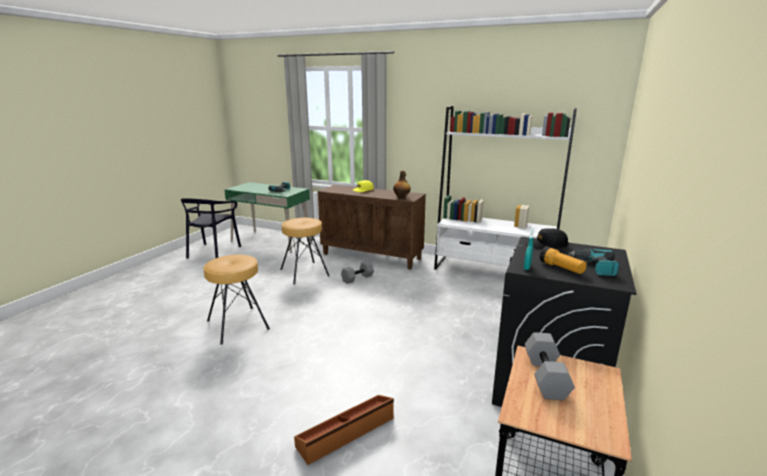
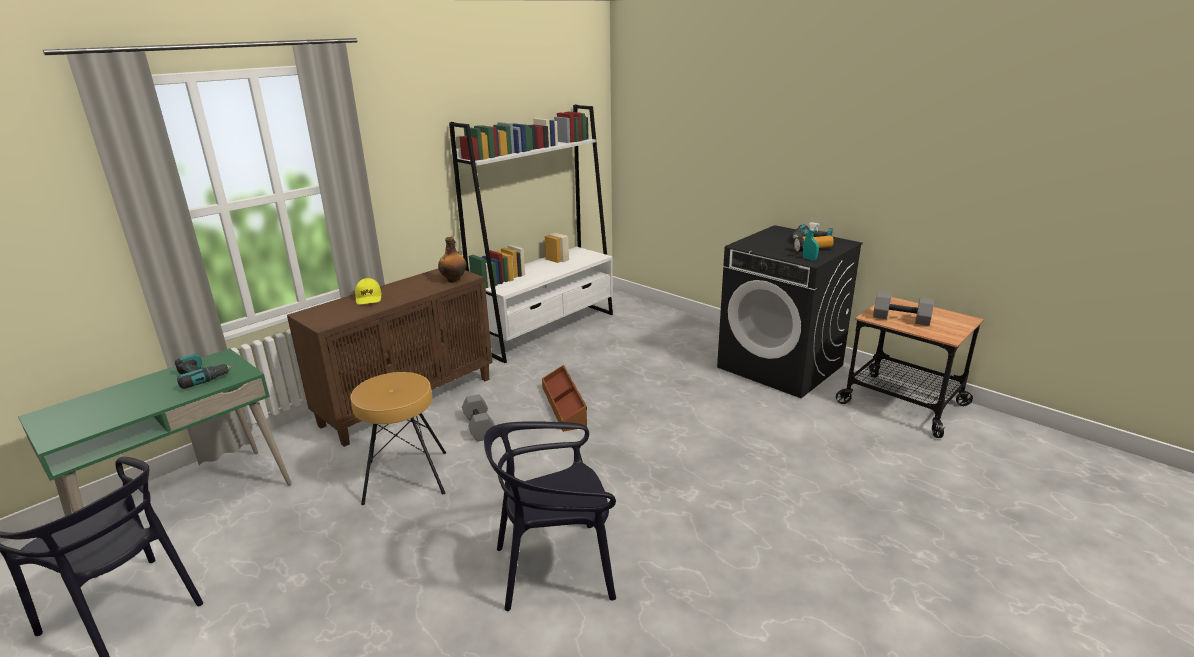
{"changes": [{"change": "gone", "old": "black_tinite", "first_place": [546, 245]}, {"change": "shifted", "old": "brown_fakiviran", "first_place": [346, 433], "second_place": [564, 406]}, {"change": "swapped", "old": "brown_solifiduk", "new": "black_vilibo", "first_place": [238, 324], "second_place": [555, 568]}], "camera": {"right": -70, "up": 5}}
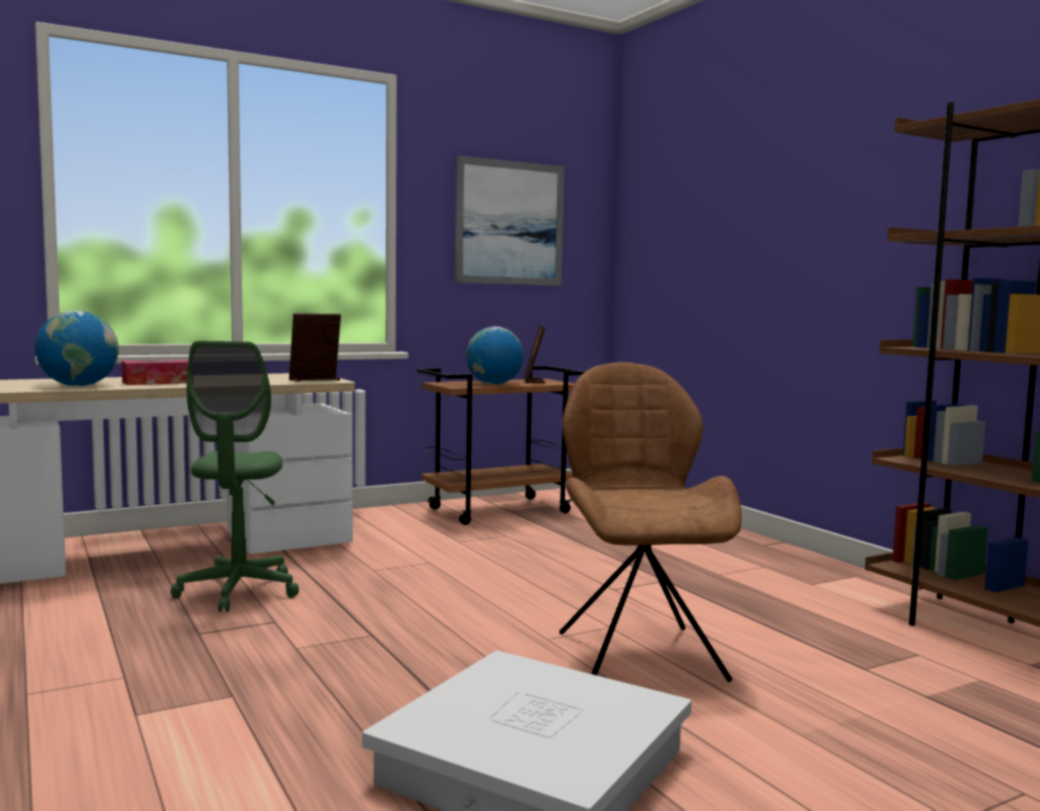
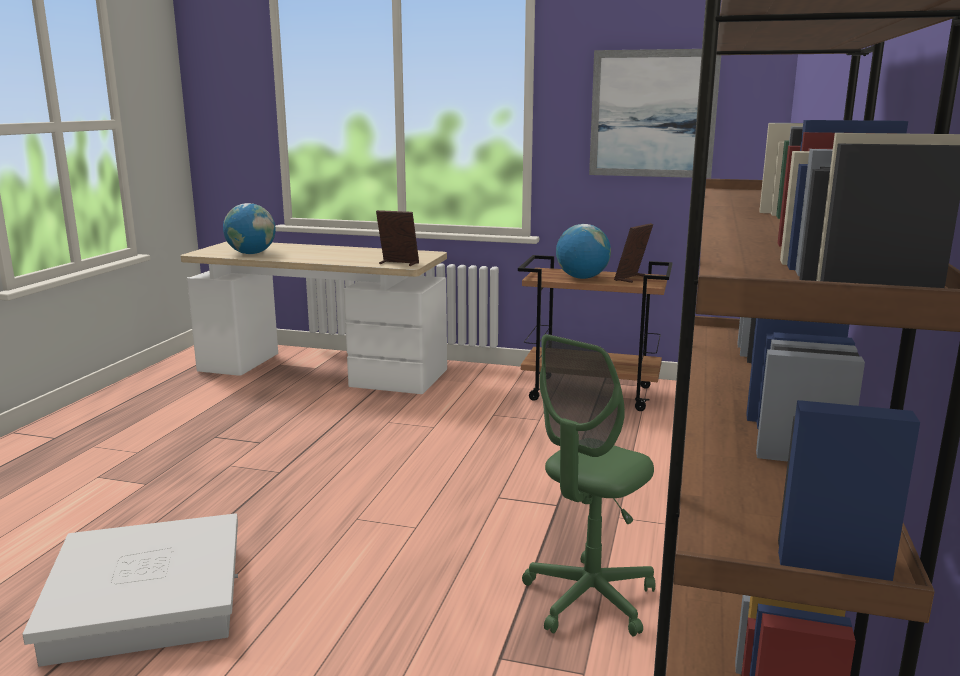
{"changes": [{"change": "gone", "old": "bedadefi", "first_place": [157, 382]}, {"change": "gone", "old": "brown_vilibo", "first_place": [638, 653]}, {"change": "shifted", "old": "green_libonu", "first_place": [238, 591], "second_place": [589, 599]}], "camera": {"right": 45, "up": 10}}
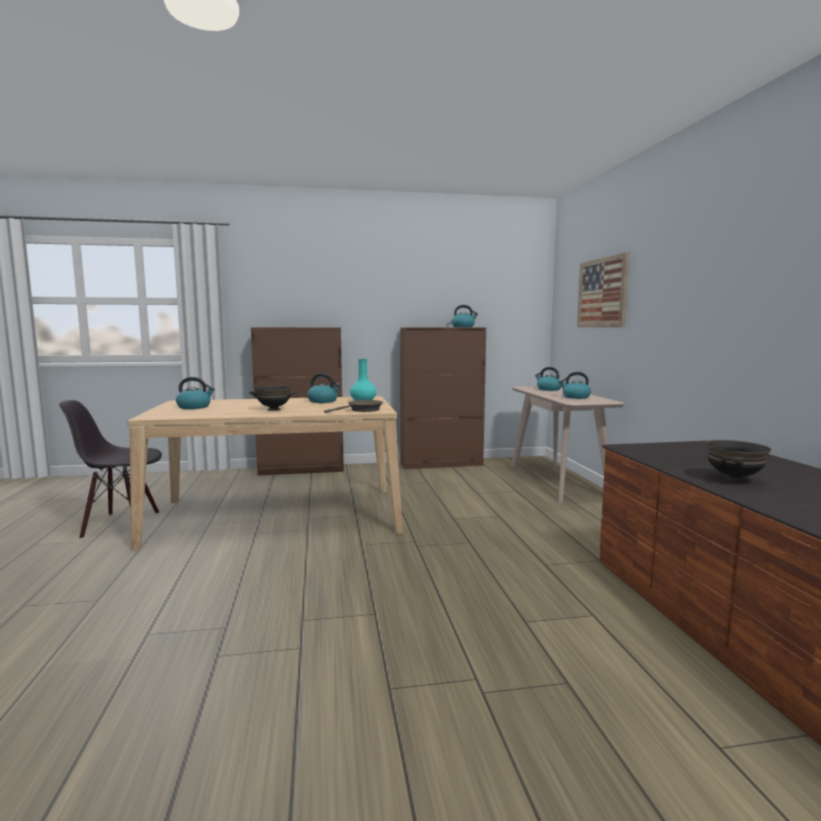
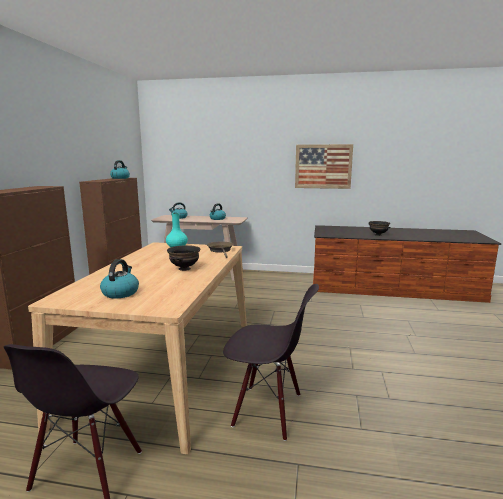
{"changes": [{"change": "gone", "old": "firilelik", "first_place": [323, 401]}, {"change": "new", "new": "black_vilibo", "second_place": [267, 410]}, {"change": "shifted", "old": "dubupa", "first_place": [602, 292], "second_place": [323, 166]}], "camera": {"right": -70, "up": 5}}
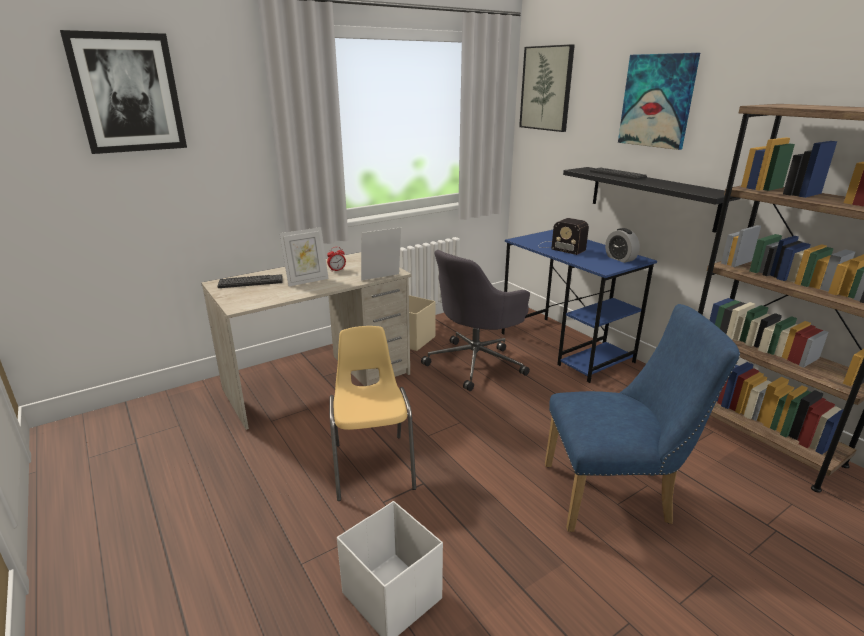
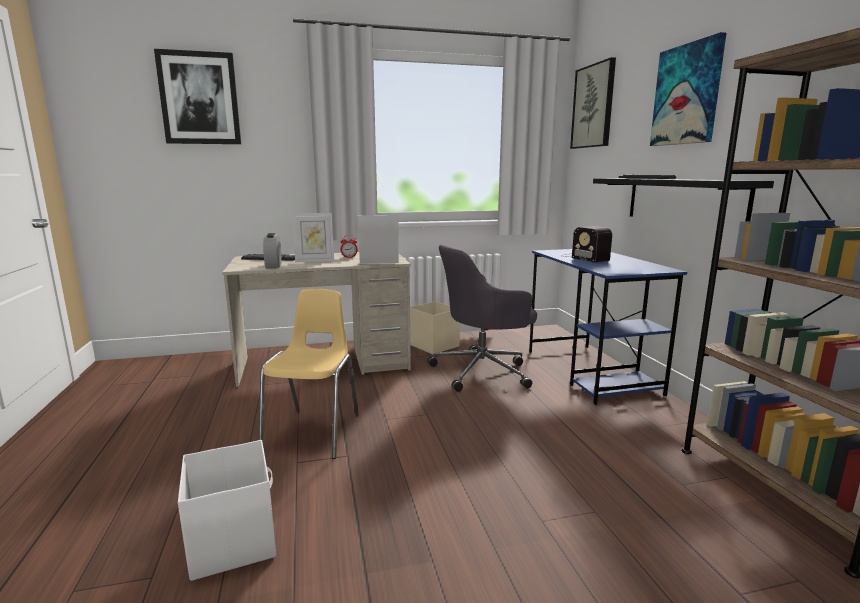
{"changes": [{"change": "gone", "old": "blue_vilibo", "first_place": [615, 495]}, {"change": "shifted", "old": "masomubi", "first_place": [620, 258], "second_place": [273, 265]}], "camera": {"right": 20, "up": -10}}
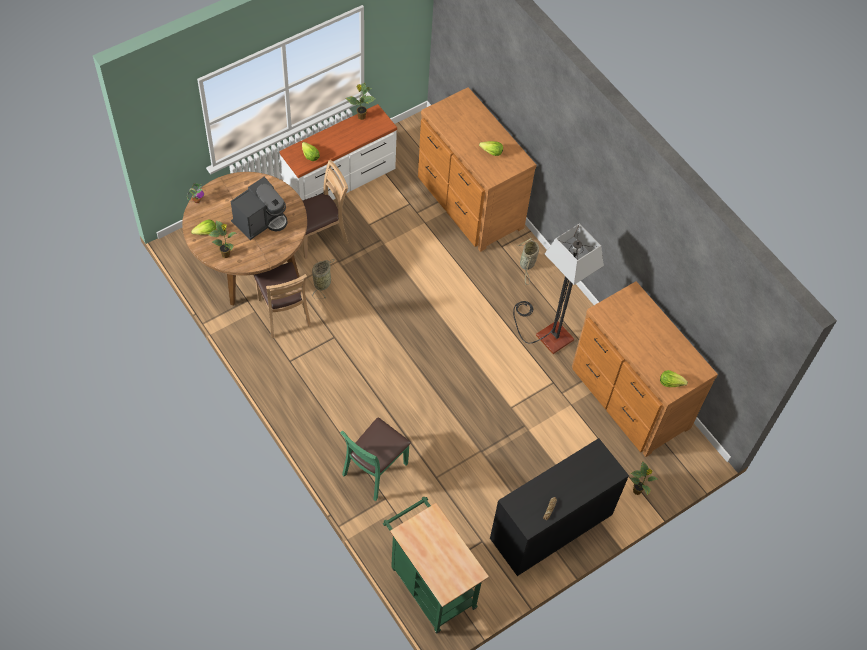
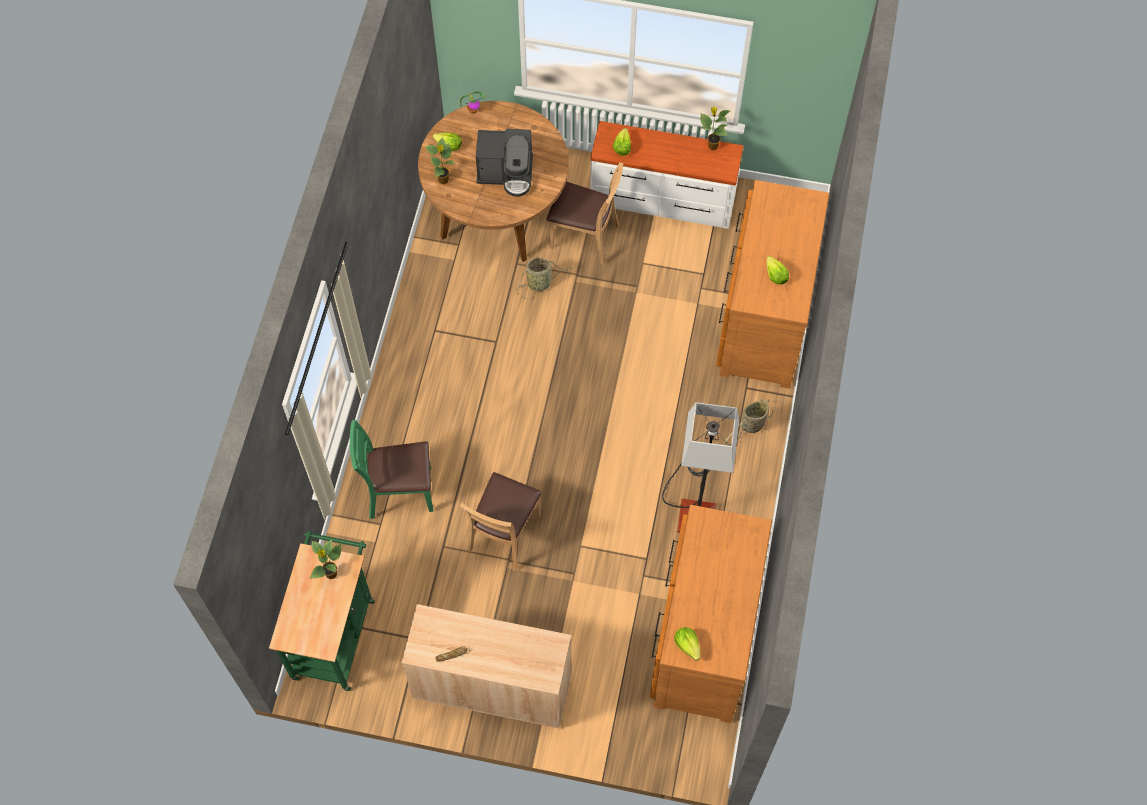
{"changes": [{"change": "shifted", "old": "brown_vilibo", "first_place": [283, 313], "second_place": [504, 534]}, {"change": "shifted", "old": "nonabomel", "first_place": [637, 491], "second_place": [331, 574]}, {"change": "repainted", "old": "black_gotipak", "new": "beige_gotipak", "first_place": [551, 527], "second_place": [492, 685]}], "camera": {"right": 50, "up": 5}}
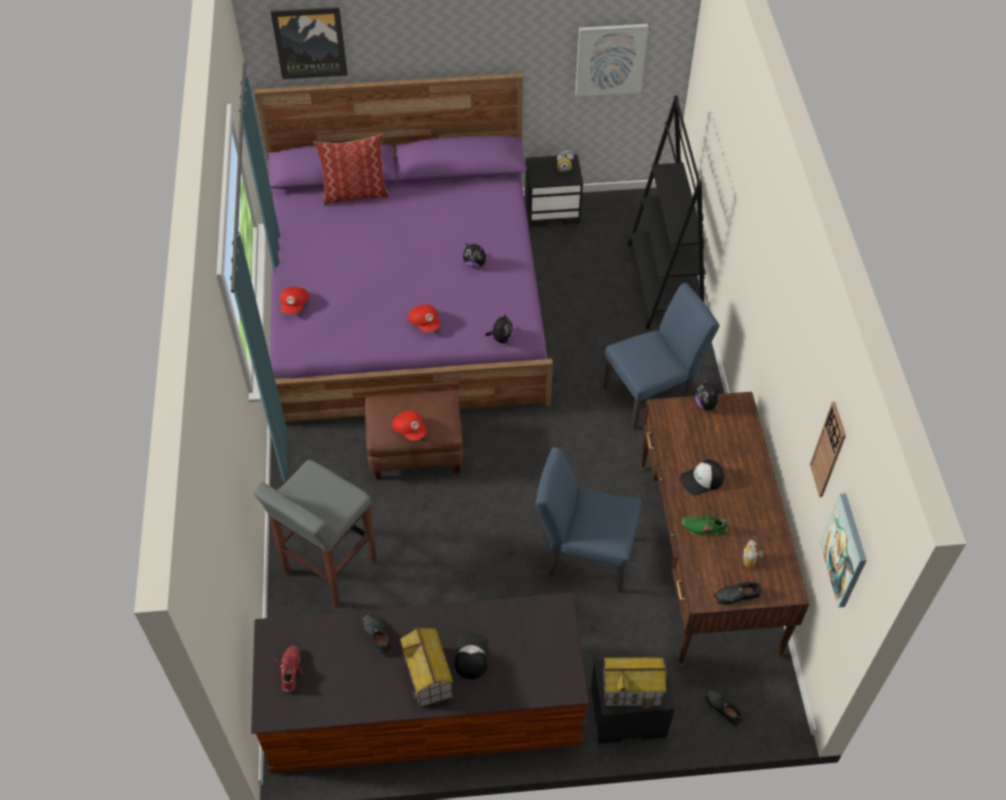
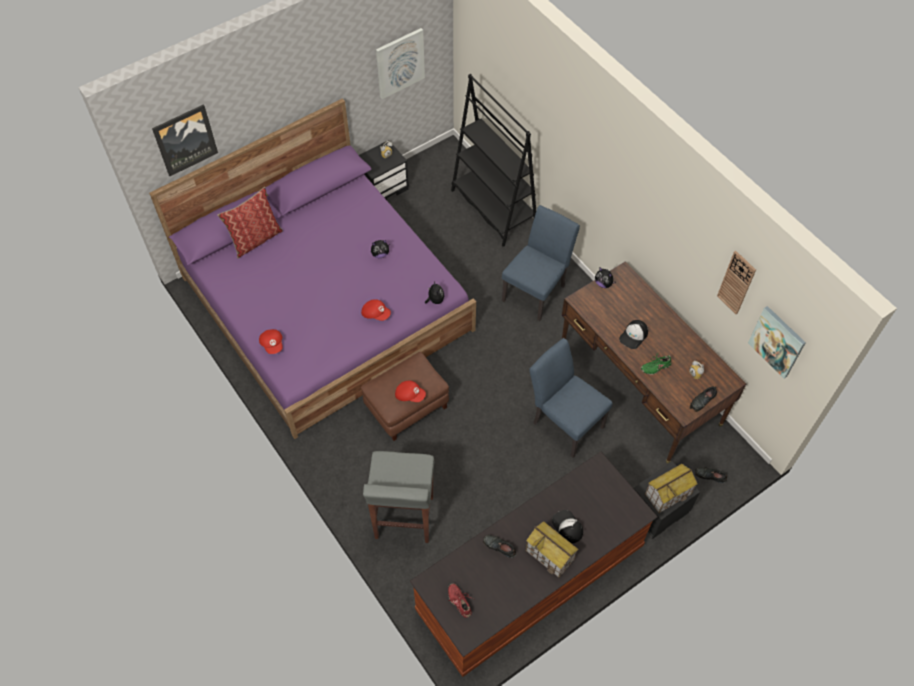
{"changes": [{"change": "rotated", "old": "blue_vilibo", "first_place": [584, 554], "second_place": [564, 421], "degrees": 60}], "camera": {"right": -30, "up": 5}}
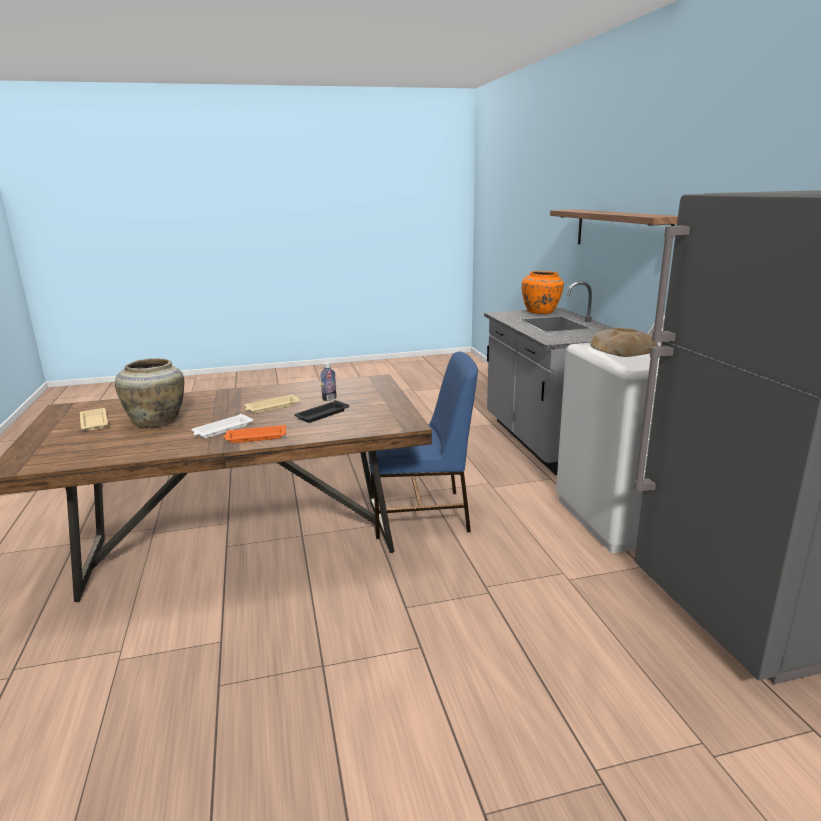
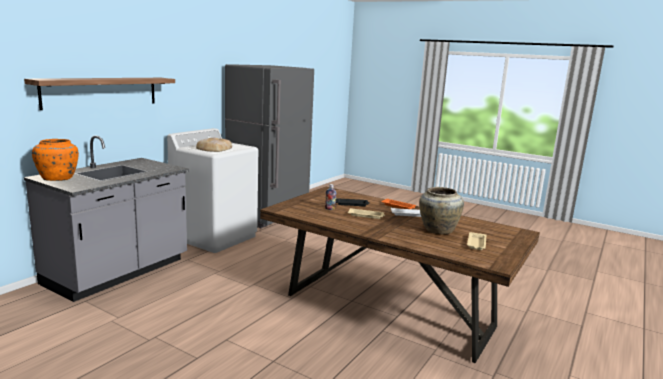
{"changes": [{"change": "gone", "old": "blue_vilibo", "first_place": [421, 514]}], "camera": {"right": -135, "up": -5}}
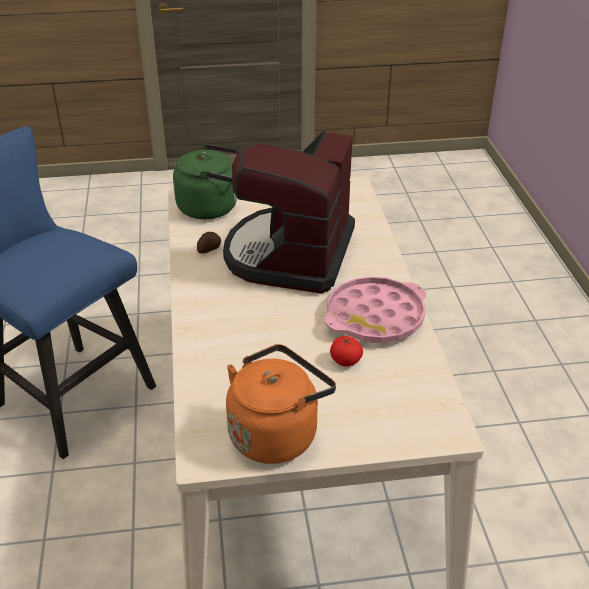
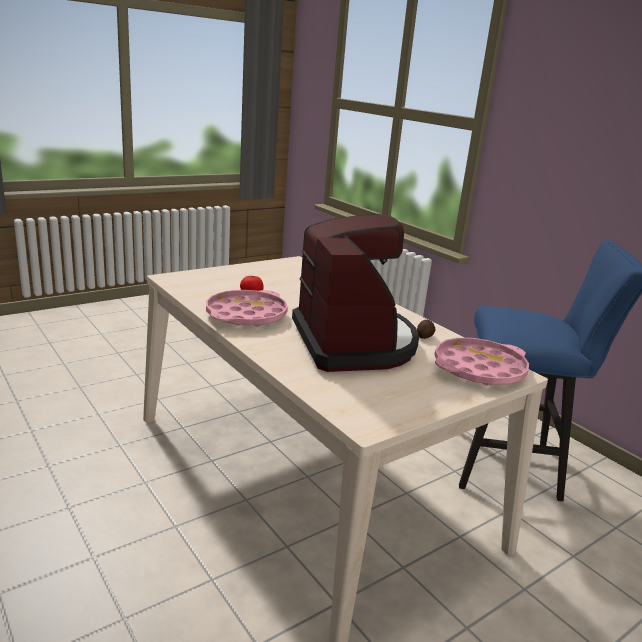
{"changes": [{"change": "gone", "old": "orange_firilelik", "first_place": [276, 433]}, {"change": "swapped", "old": "green_firilelik", "new": "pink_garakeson", "first_place": [212, 207], "second_place": [478, 369]}], "camera": {"right": 150, "up": -15}}
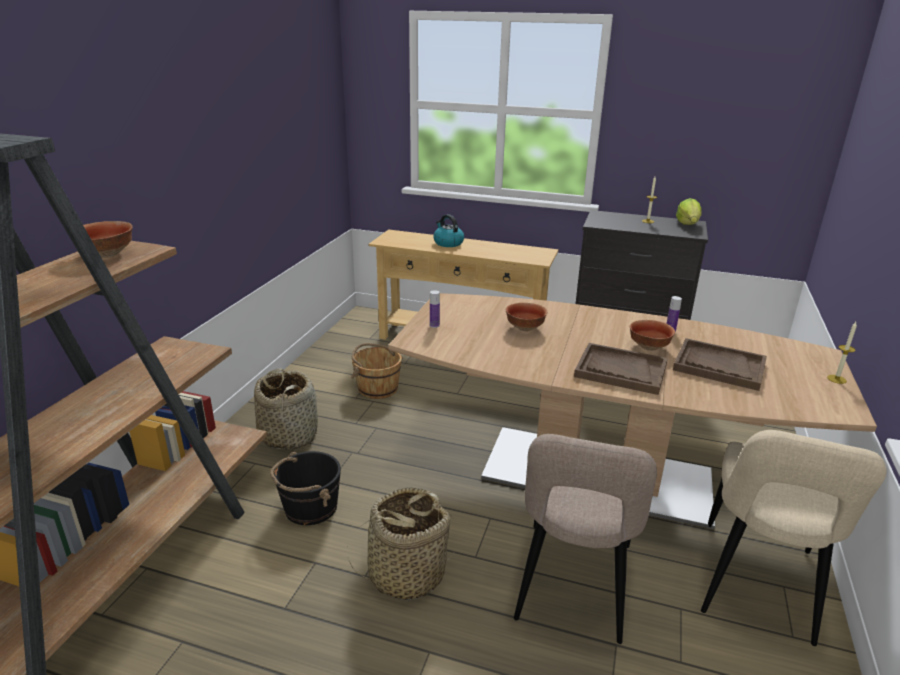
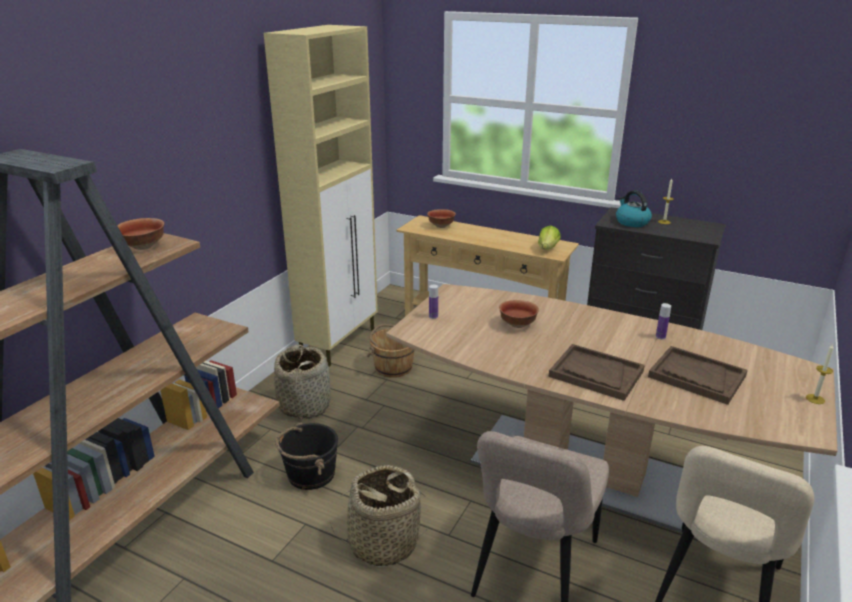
{"changes": [{"change": "new", "new": "beige_gotipak", "second_place": [339, 342]}, {"change": "shifted", "old": "firilelik", "first_place": [448, 243], "second_place": [631, 222]}, {"change": "shifted", "old": "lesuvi", "first_place": [648, 347], "second_place": [440, 226]}, {"change": "shifted", "old": "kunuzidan", "first_place": [688, 224], "second_place": [548, 249]}], "camera": {"right": 10, "up": 0}}
